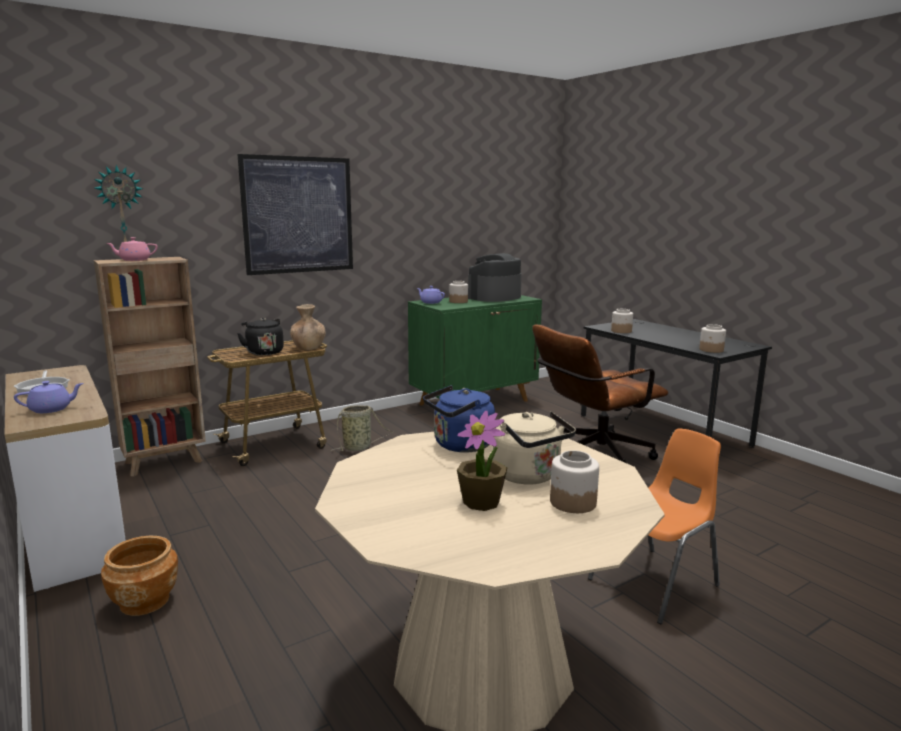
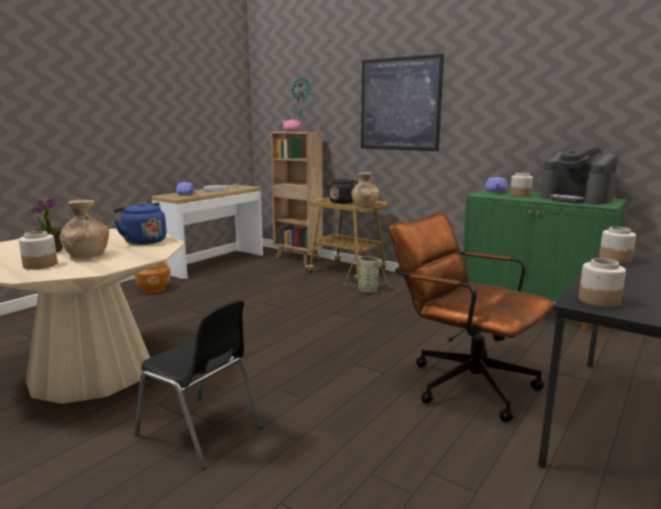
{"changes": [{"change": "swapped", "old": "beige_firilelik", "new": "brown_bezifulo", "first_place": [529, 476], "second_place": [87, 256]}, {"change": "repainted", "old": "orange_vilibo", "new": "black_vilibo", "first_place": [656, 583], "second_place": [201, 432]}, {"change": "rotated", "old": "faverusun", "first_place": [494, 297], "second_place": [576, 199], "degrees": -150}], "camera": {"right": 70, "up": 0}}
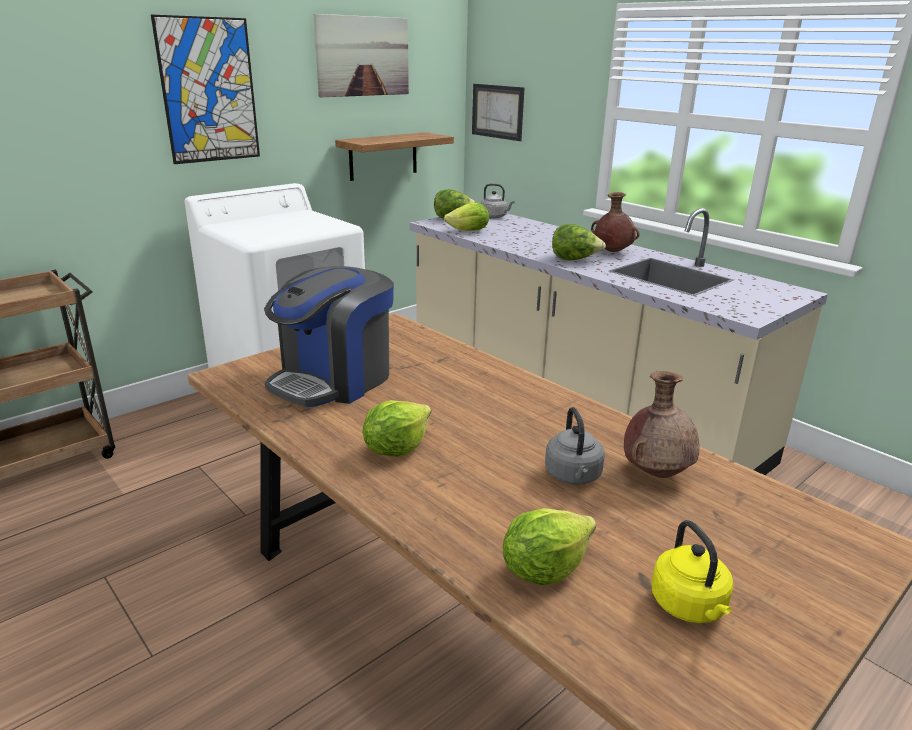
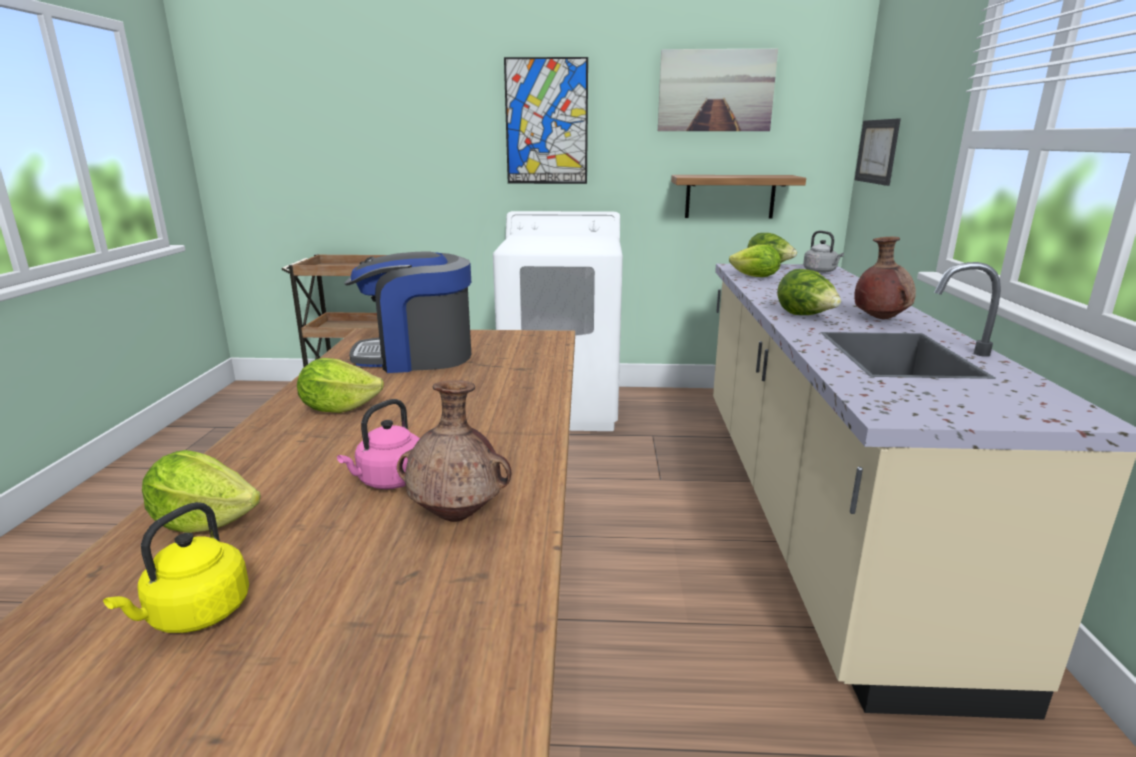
{"changes": [{"change": "repainted", "old": "grey_firilelik", "new": "pink_firilelik", "first_place": [573, 476], "second_place": [389, 481]}], "camera": {"right": 45, "up": -5}}
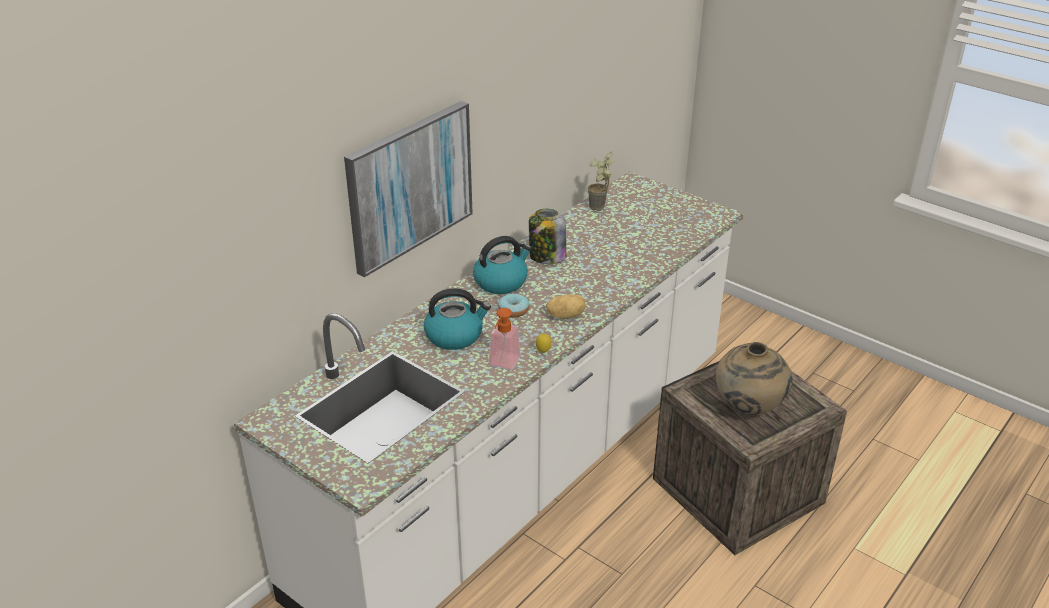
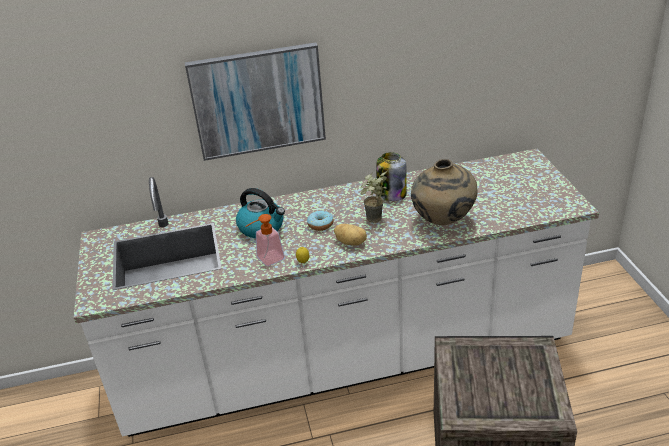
{"changes": [{"change": "gone", "old": "firilelik", "first_place": [501, 281]}, {"change": "shifted", "old": "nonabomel", "first_place": [599, 209], "second_place": [374, 221]}, {"change": "shifted", "old": "beige_bezifulo", "first_place": [748, 409], "second_place": [443, 222]}], "camera": {"right": 40, "up": 0}}
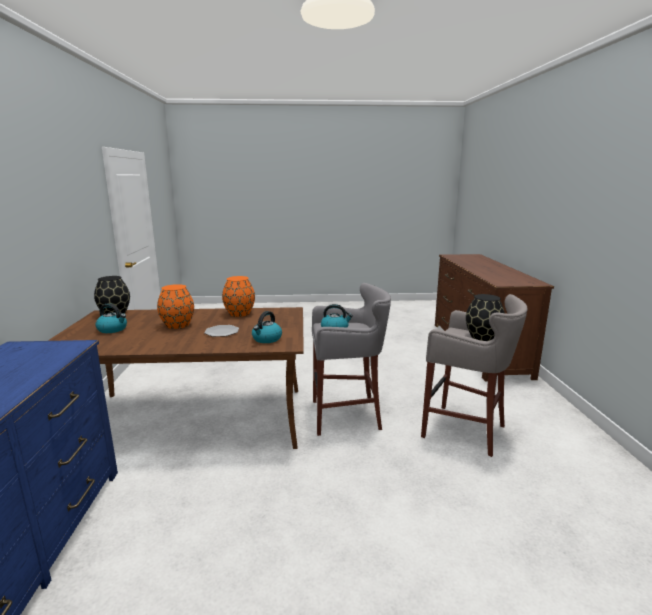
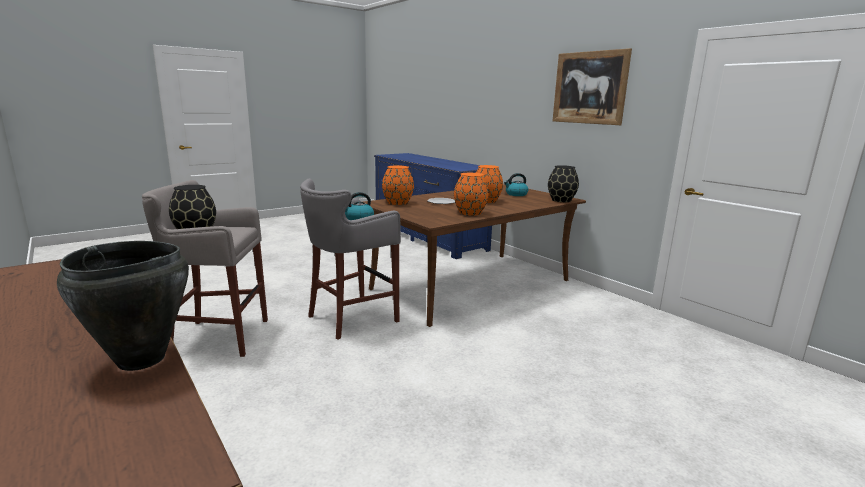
{"changes": [{"change": "new", "new": "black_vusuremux", "second_place": [141, 360]}, {"change": "new", "new": "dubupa", "second_place": [589, 88]}, {"change": "swapped", "old": "firilelik", "new": "orange_bezifulo", "first_place": [266, 339], "second_place": [397, 203]}], "camera": {"right": 145, "up": 0}}
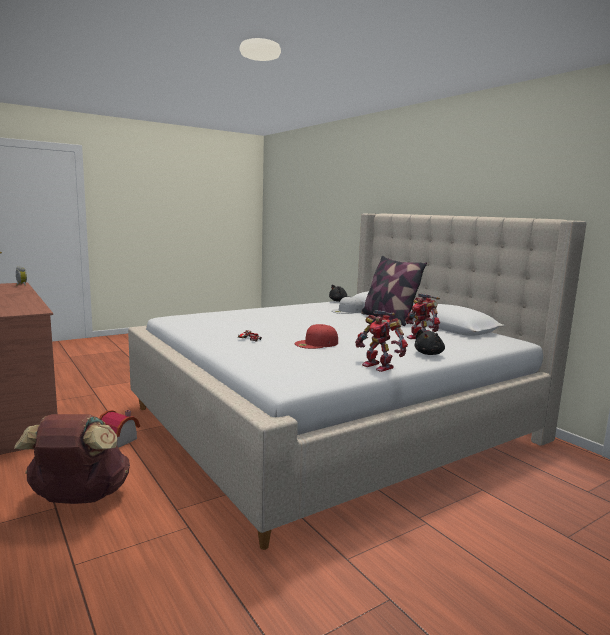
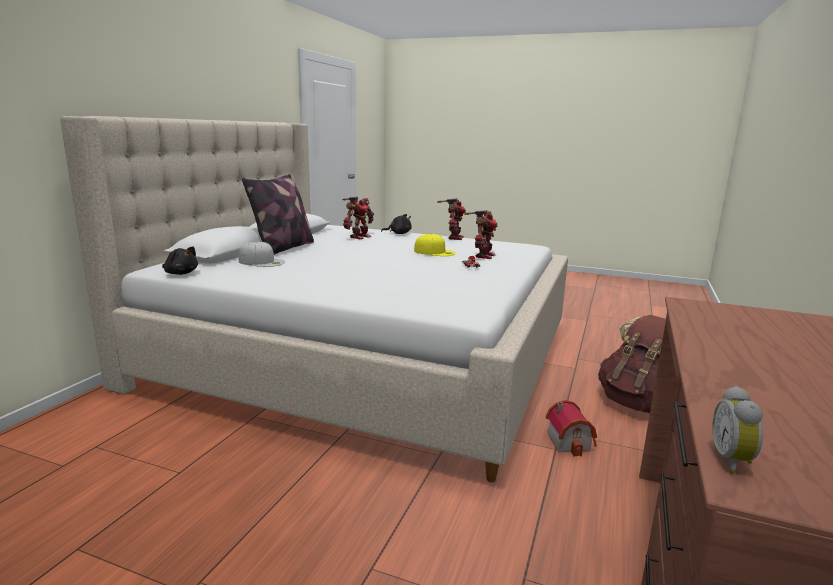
{"changes": [{"change": "new", "new": "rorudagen", "second_place": [483, 256]}, {"change": "repainted", "old": "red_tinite", "new": "yellow_tinite", "first_place": [316, 343], "second_place": [435, 252]}], "camera": {"right": -125, "up": 5}}
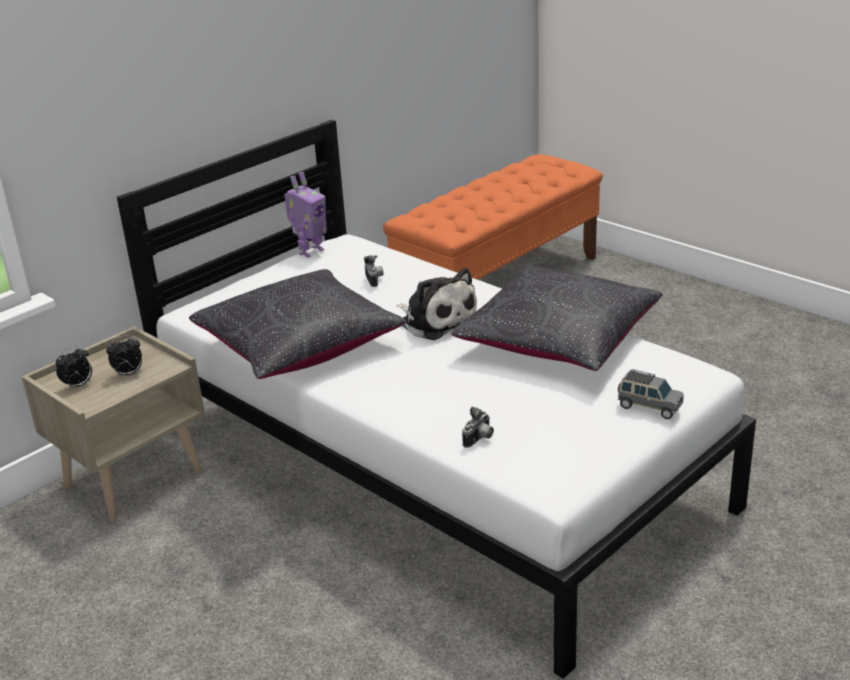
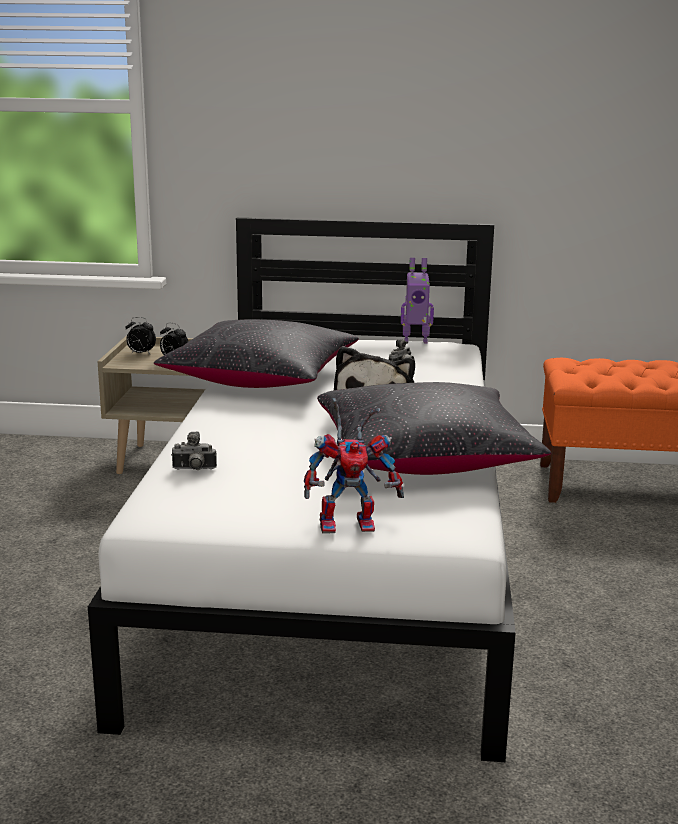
{"changes": [{"change": "swapped", "old": "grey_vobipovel", "new": "rorudagen", "first_place": [649, 407], "second_place": [351, 523]}], "camera": {"right": 50, "up": -10}}
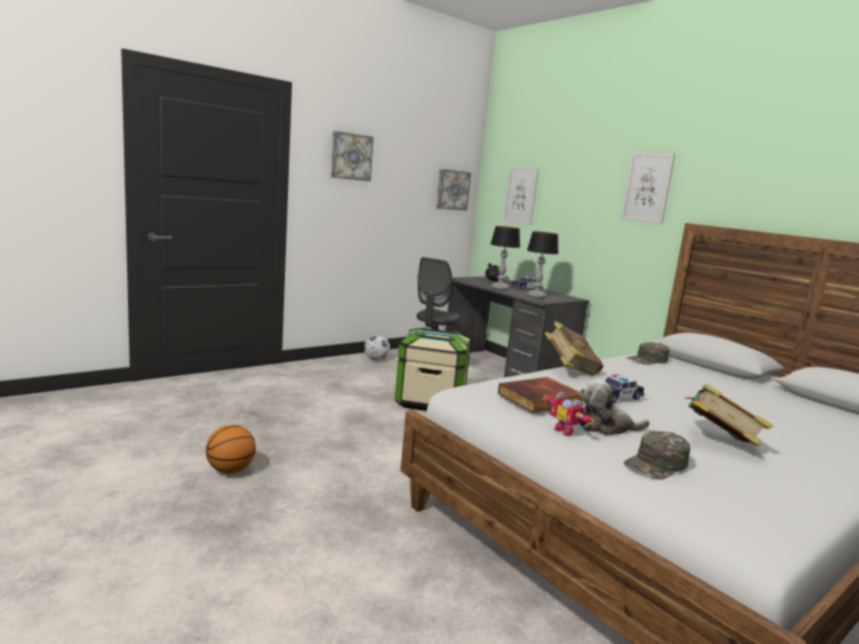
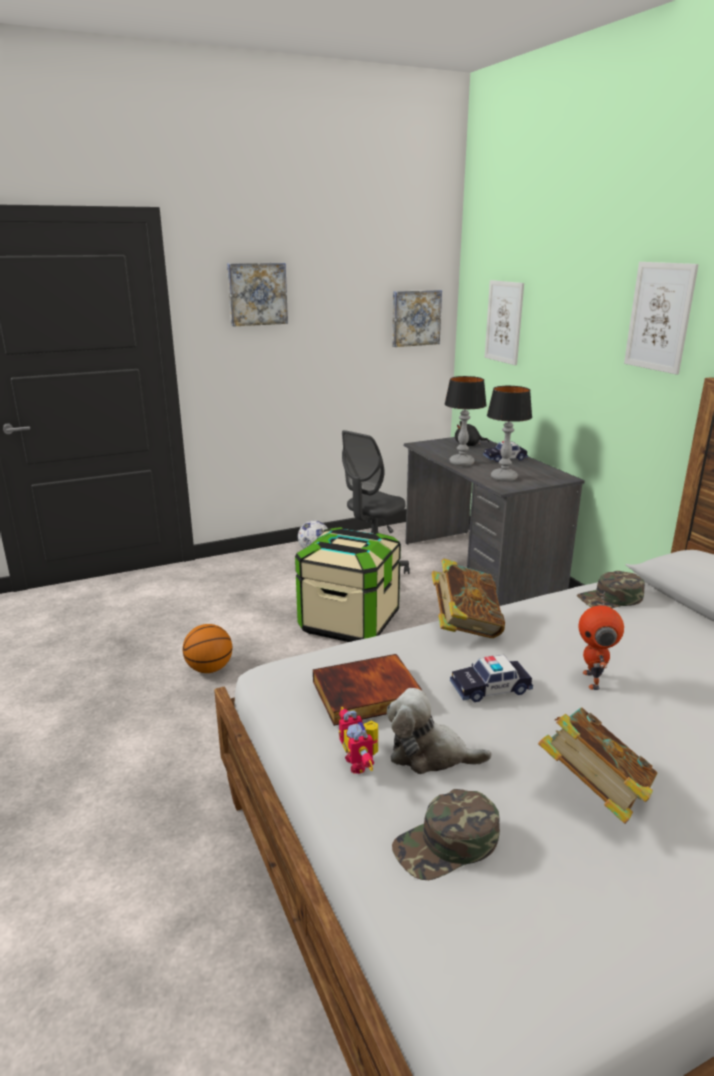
{"changes": [{"change": "new", "new": "rorudagen", "second_place": [593, 680]}, {"change": "shifted", "old": "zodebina", "first_place": [230, 470], "second_place": [209, 668]}], "camera": {"right": 15, "up": 10}}
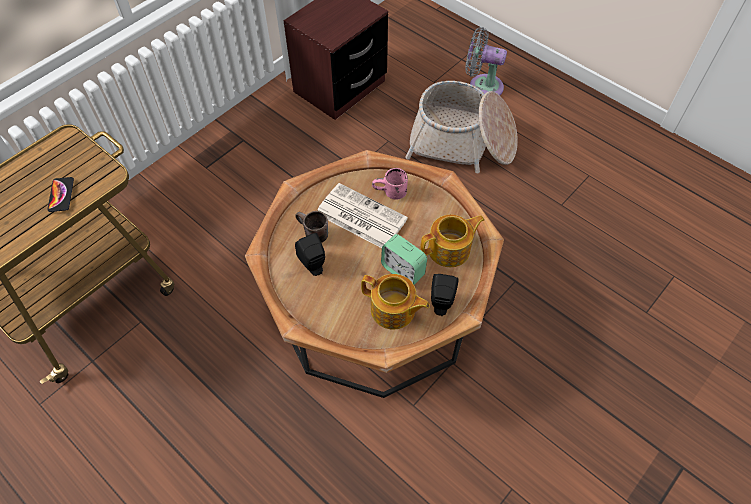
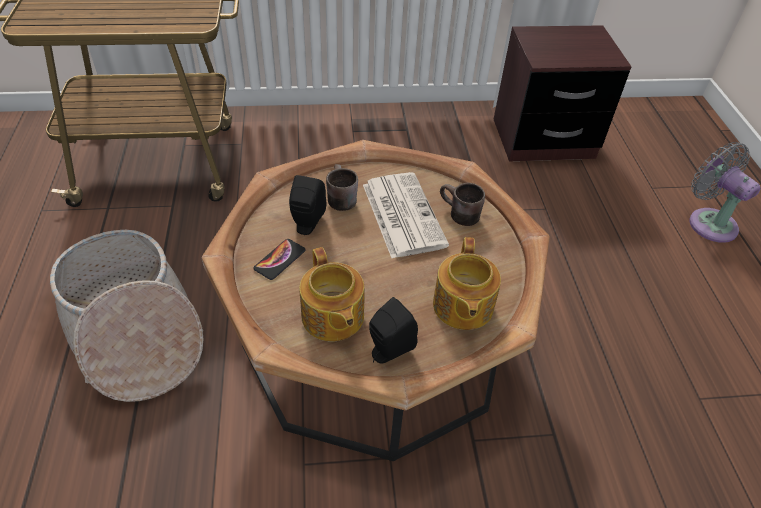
{"changes": [{"change": "gone", "old": "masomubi", "first_place": [403, 270]}, {"change": "shifted", "old": "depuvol", "first_place": [61, 195], "second_place": [279, 259]}, {"change": "shifted", "old": "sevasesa", "first_place": [462, 142], "second_place": [135, 333]}, {"change": "repainted", "old": "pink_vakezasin", "new": "brown_vakezasin", "first_place": [390, 193], "second_place": [457, 215]}, {"change": "rotated", "old": "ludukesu", "first_place": [450, 250], "second_place": [462, 307], "degrees": 75}], "camera": {"right": 40, "up": -10}}
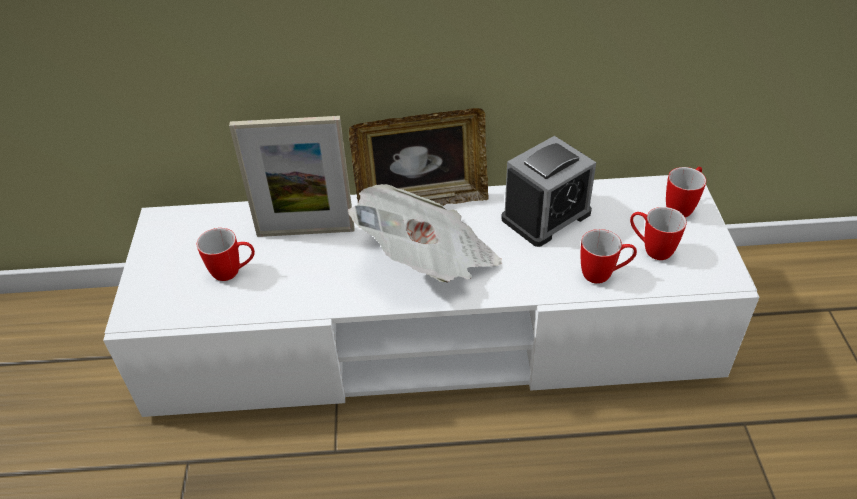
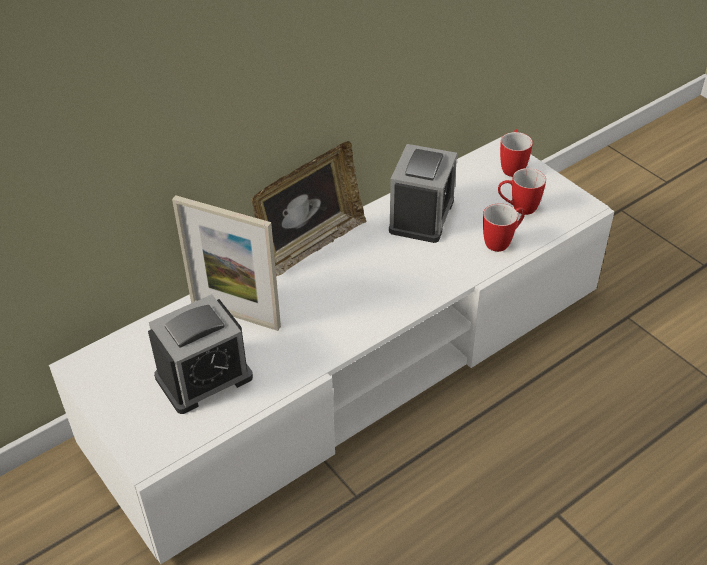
{"changes": [{"change": "gone", "old": "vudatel", "first_place": [429, 260]}, {"change": "swapped", "old": "vakezasin", "new": "masomubi", "first_place": [233, 272], "second_place": [204, 377]}, {"change": "rotated", "old": "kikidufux", "first_place": [305, 232], "second_place": [235, 314], "degrees": 60}], "camera": {"right": -35, "up": 0}}
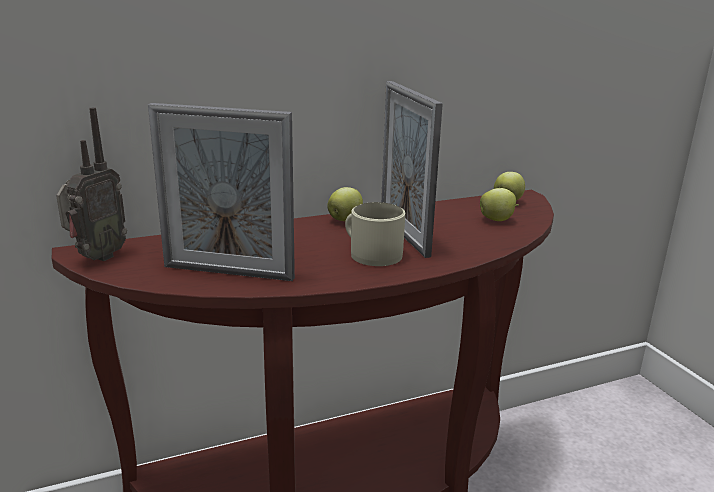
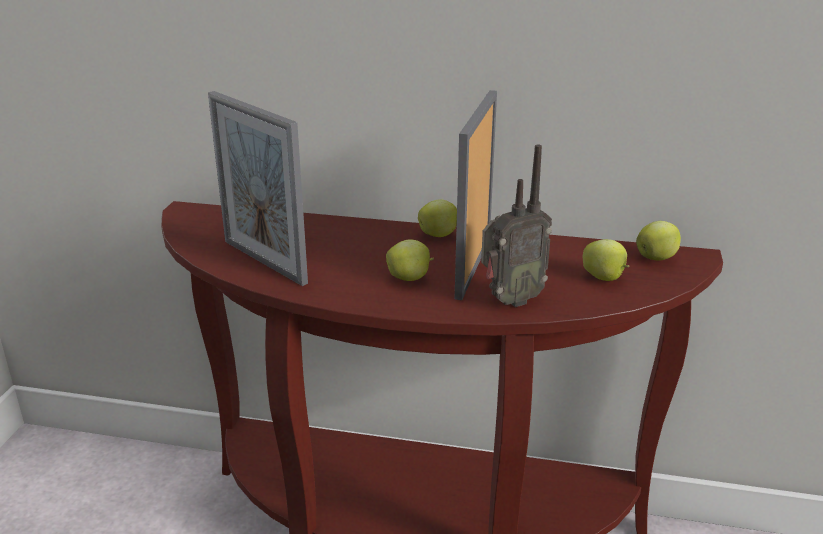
{"changes": [{"change": "shifted", "old": "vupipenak", "first_place": [96, 258], "second_place": [509, 300]}, {"change": "swapped", "old": "beige_vakezasin", "new": "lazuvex", "first_place": [371, 253], "second_place": [410, 278]}], "camera": {"right": 35, "up": 5}}
